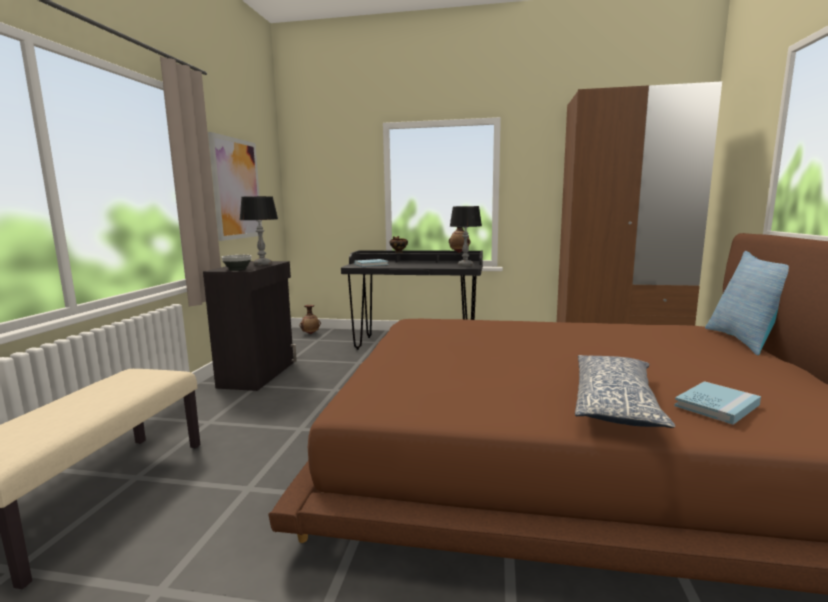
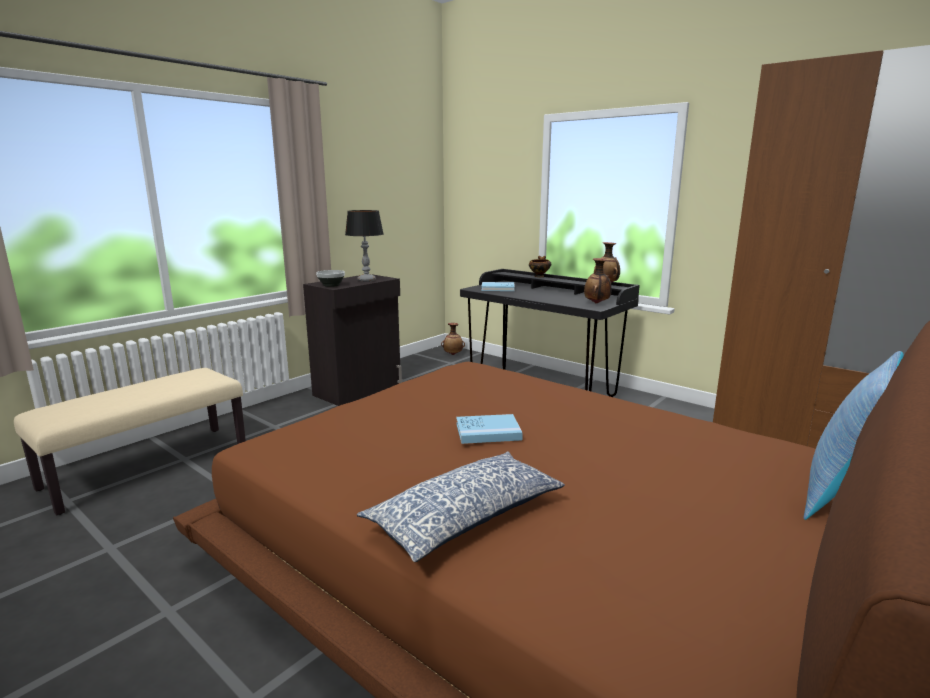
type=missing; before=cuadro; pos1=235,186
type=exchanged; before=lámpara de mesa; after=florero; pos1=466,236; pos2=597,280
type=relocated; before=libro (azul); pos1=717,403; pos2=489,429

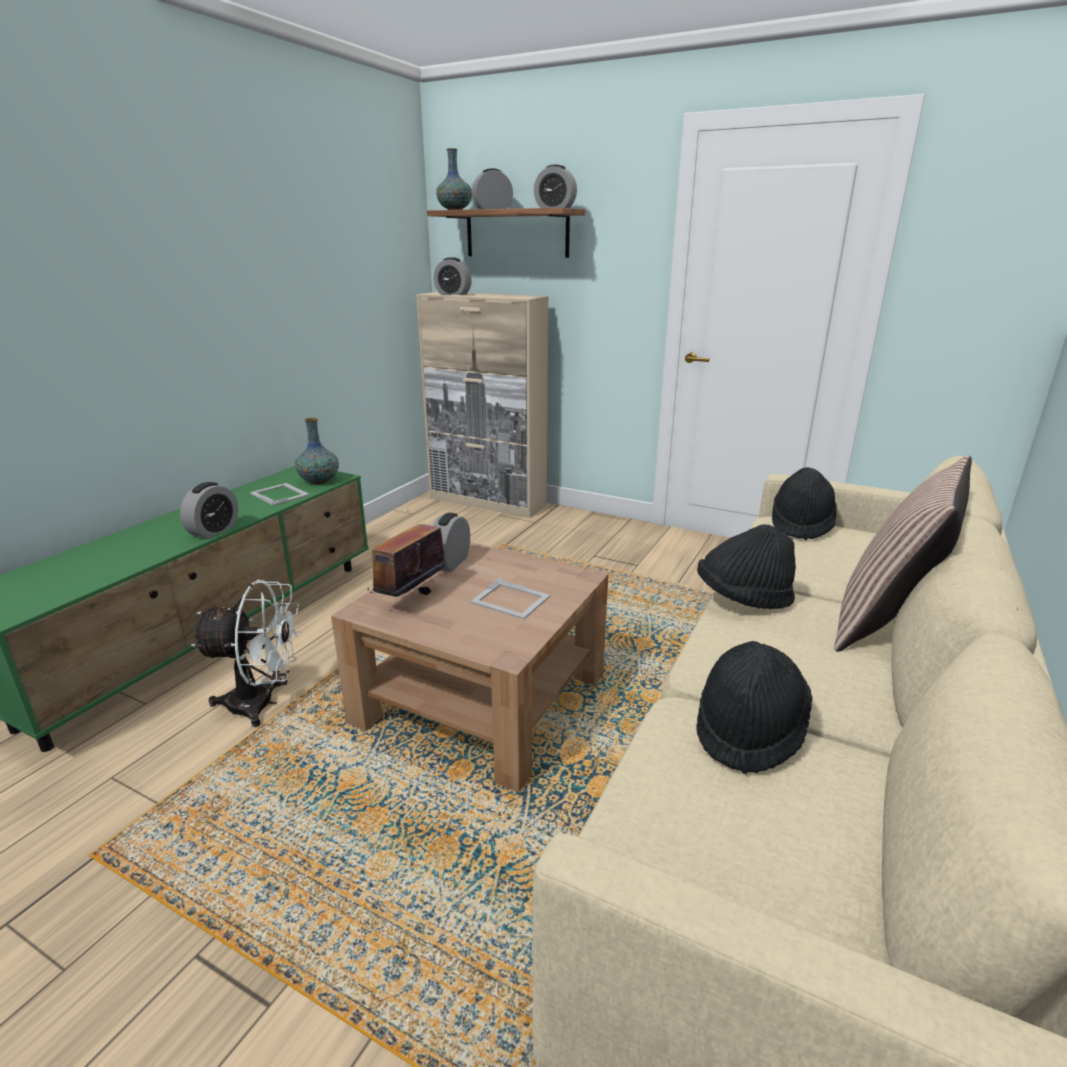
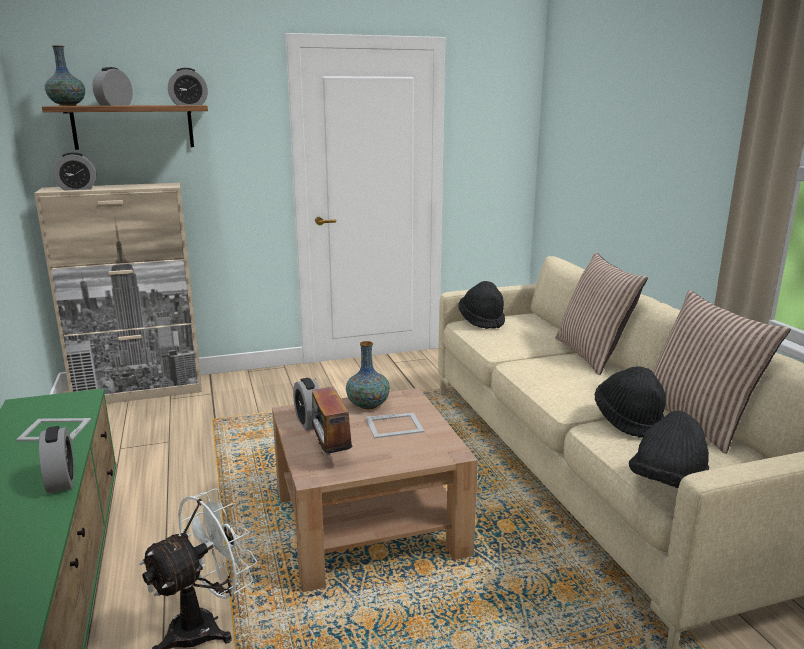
type=relocated; before=florero; pos1=317,451; pos2=368,375
type=relocated; before=sombrero (negro); pos1=746,566; pos2=669,449
type=appeared; after=cojín; pos2=722,372

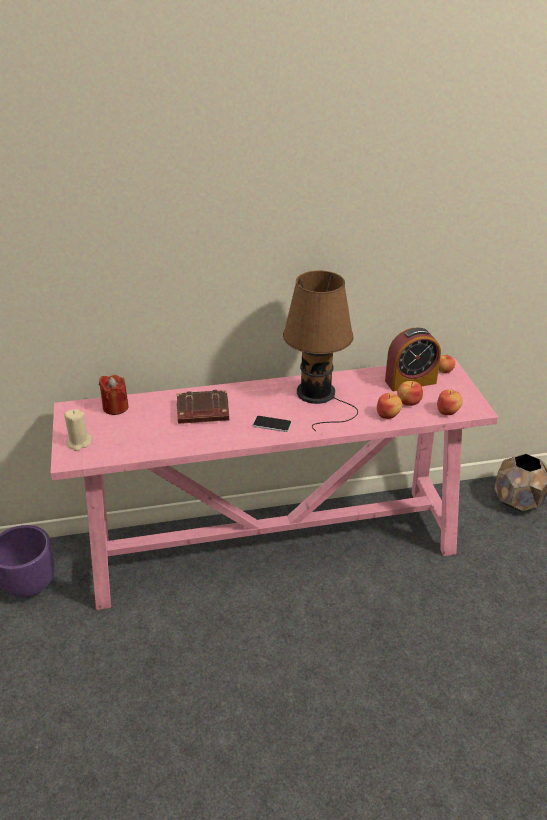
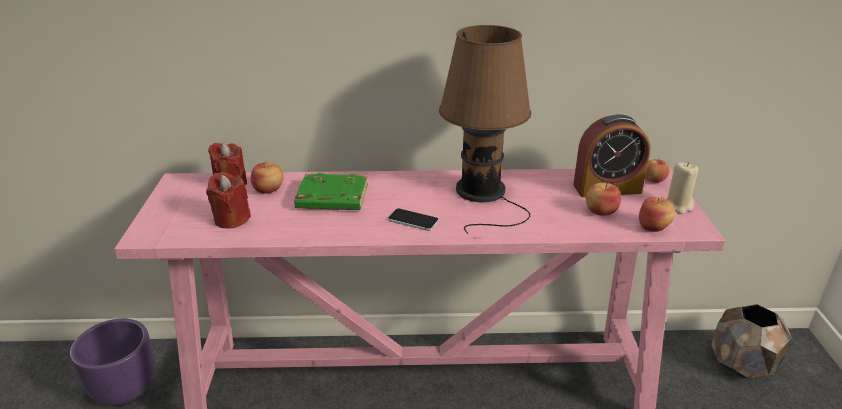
type=colour; before=libro (marrón); after=libro (verde); pos1=203,407; pos2=331,191
type=relocated; before=manzana; pos1=389,406; pos2=267,178
type=relocated; before=vela (beis); pos1=78,430; pos2=682,188
type=appeared; after=vela (rojo); pos2=228,200

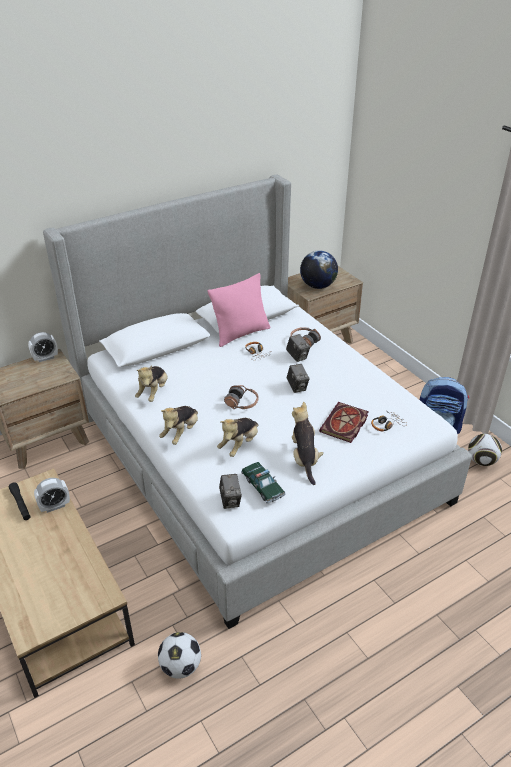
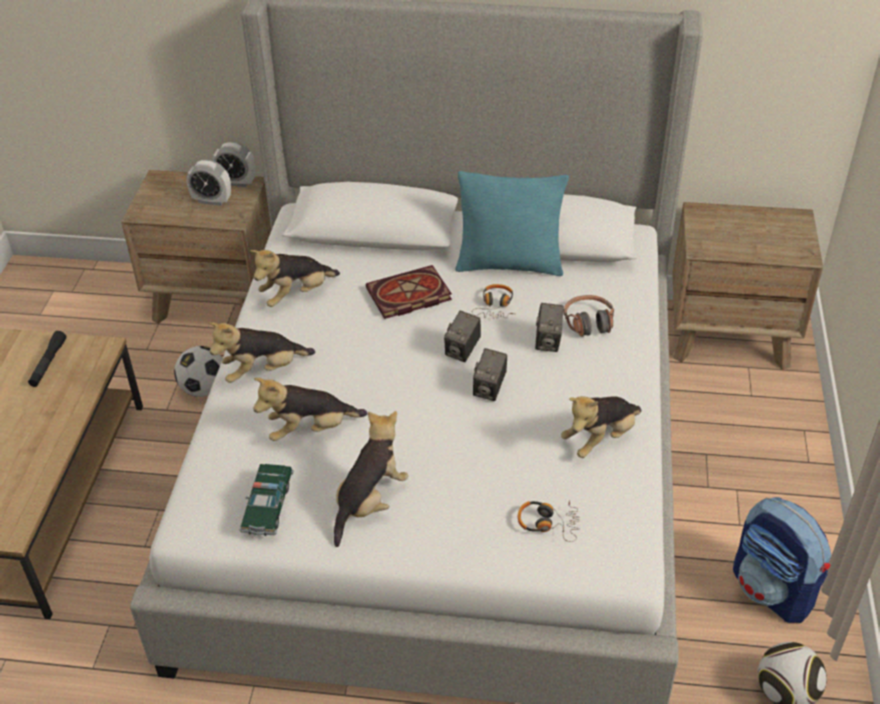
type=missing; before=globo terráqueo; pos1=319,269
type=colour; before=cojín (rosa); after=cojín (turquesa); pos1=239,310; pos2=512,223
type=missing; before=auriculares; pos1=241,397
type=relocated; before=libro; pos1=344,422; pos2=409,292
type=relocated; before=cámara; pos1=230,491; pos2=462,336
type=relocated; before=despertador; pos1=52,495; pos2=208,183
type=relocated; before=balón de fútbol; pos1=179,655; pos2=198,371
type=appeared; after=peluche; pos2=601,427

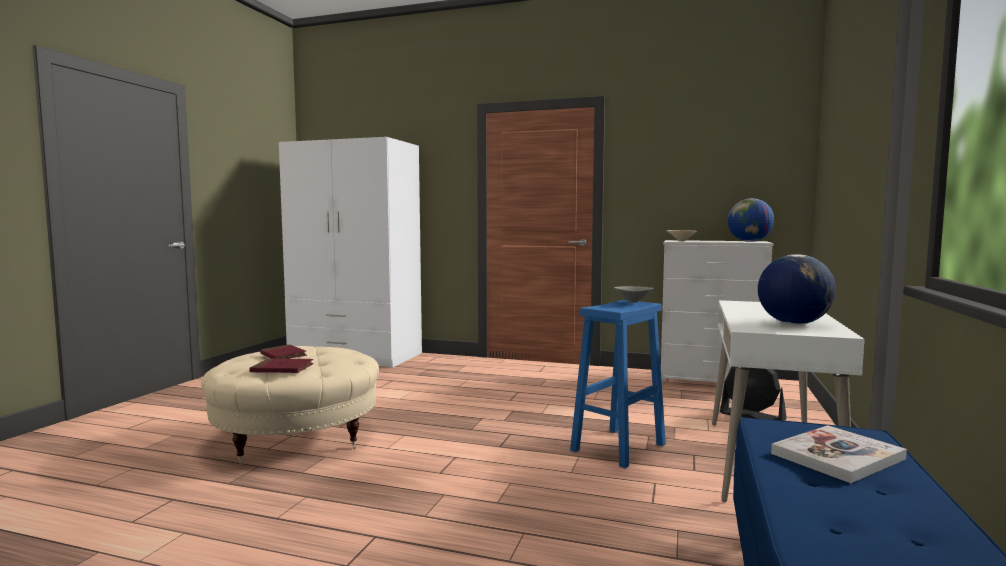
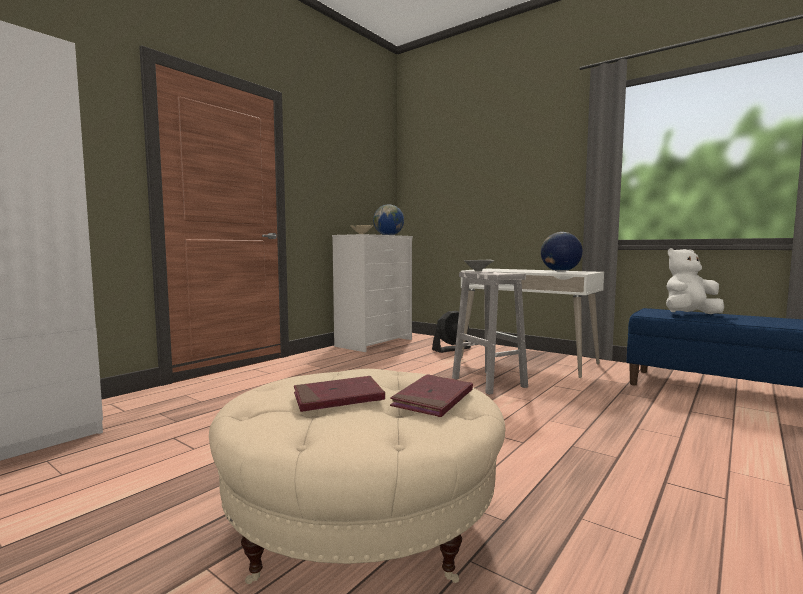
type=colour; before=taburete (azul); after=taburete (blanco); pos1=618,384; pos2=490,333
type=exchanged; before=libro; after=peluche (blanco); pos1=839,454; pos2=695,281

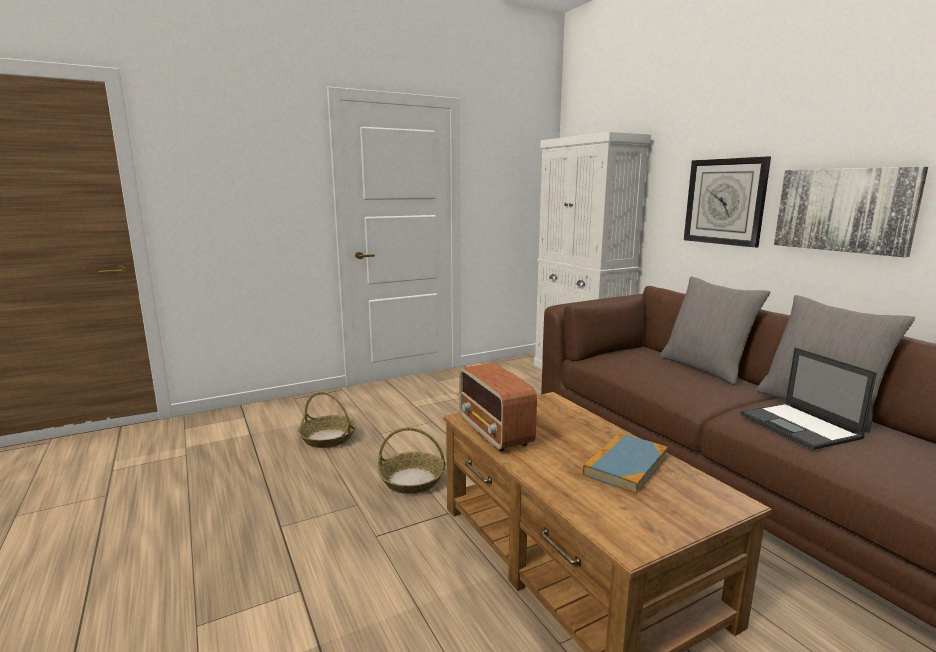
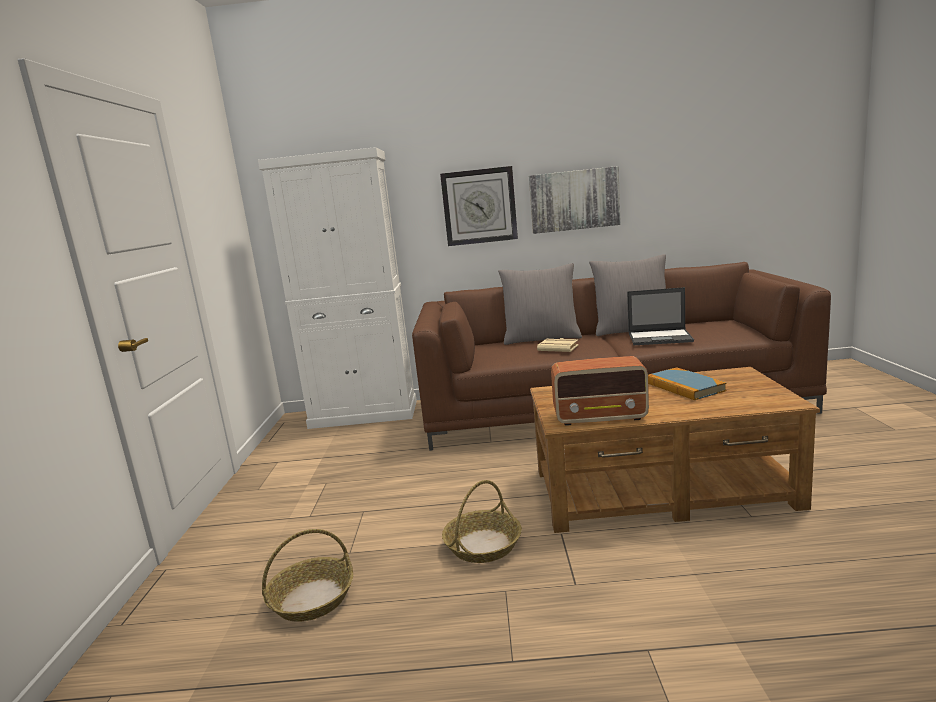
type=appeared; after=libro (beis); pos2=558,345

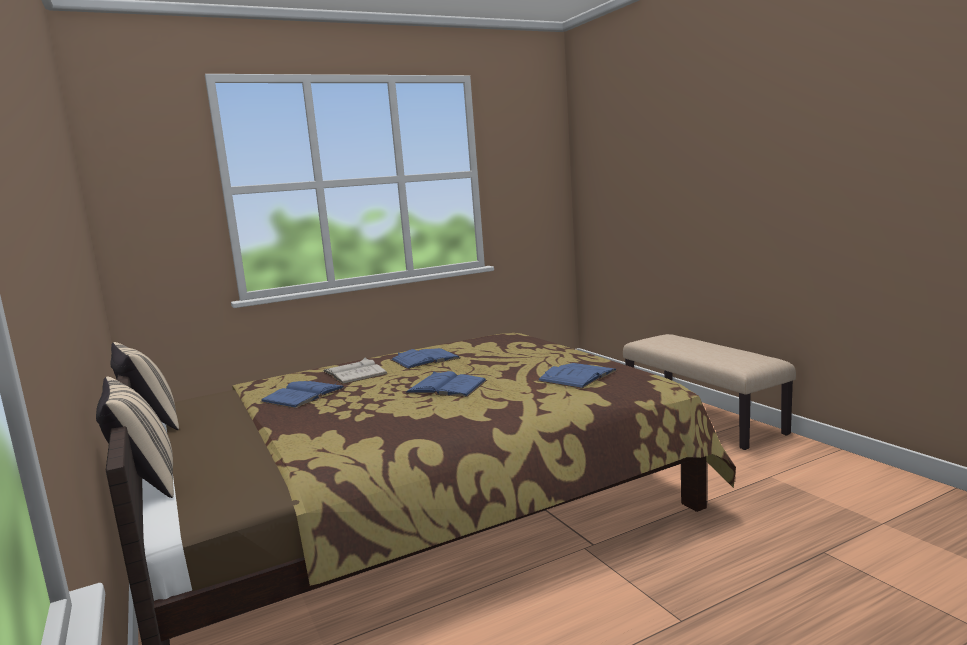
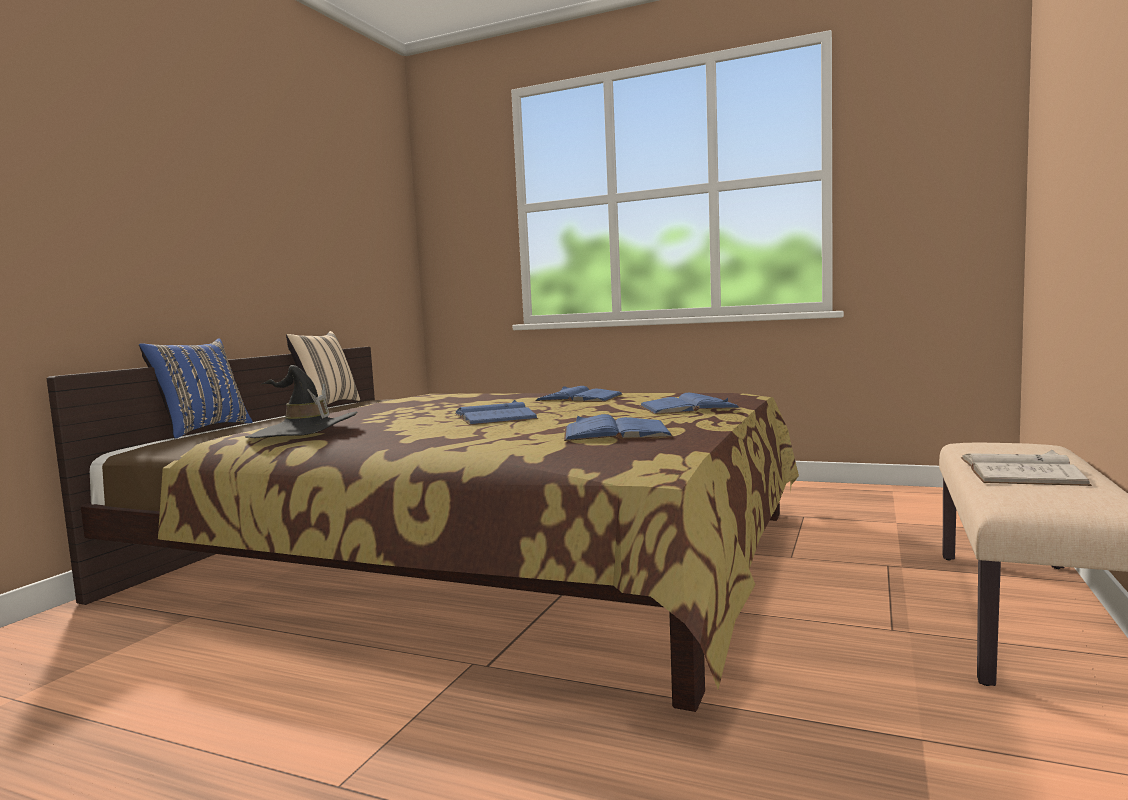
type=relocated; before=libro (blanco); pos1=355,371; pos2=1026,468
type=colour; before=cojín (beis); after=cojín (azul); pos1=135,437; pos2=195,389
type=relocated; before=libro (azul); pos1=303,395; pos2=690,403
type=appeared; after=sombrero (negro); pos2=301,401

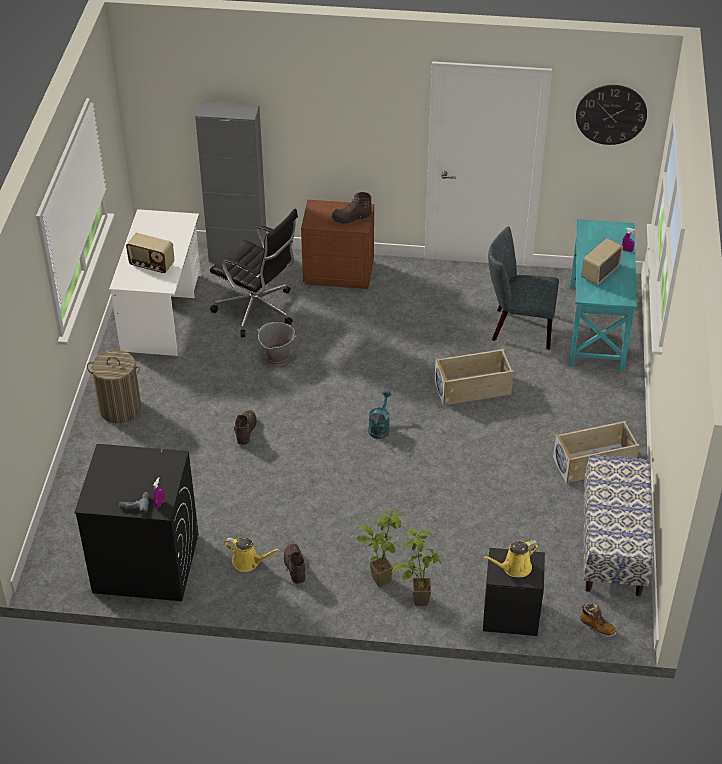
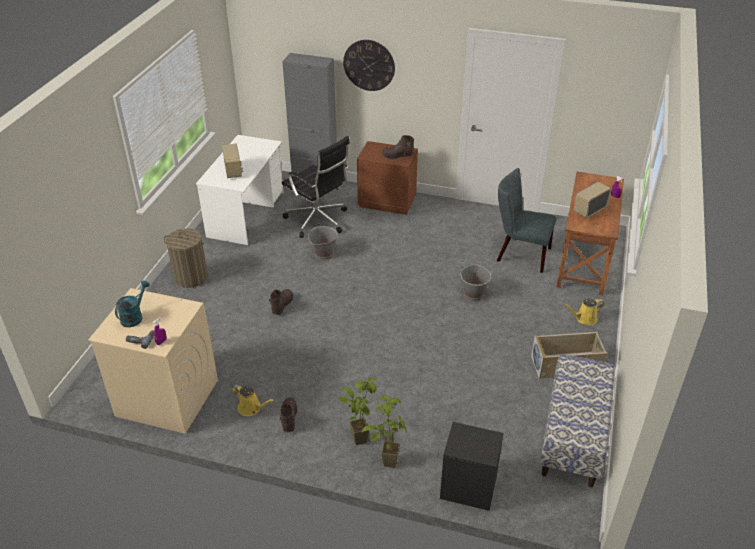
type=relocated; before=reloj de pared; pos1=611,115; pos2=369,65
type=colour; before=escritorio (turquesa); after=escritorio (marrón); pos1=602,295; pos2=590,233
type=spun; before=radio; pos1=150,253; pos2=232,160; turn=-135
type=exchanged; before=caja de almacenaje (beis); after=cubo (gris); pos1=474,378; pos2=476,283
type=relocated; before=regadera (turquesa); pos1=379,415; pos2=132,304
type=colour; before=lavadora (negro); after=lavadora (beis); pos1=136,522; pos2=153,361
type=relocated; before=regadera (amarillo); pos1=511,558; pos2=584,311
type=missing; before=bota; pos1=598,620

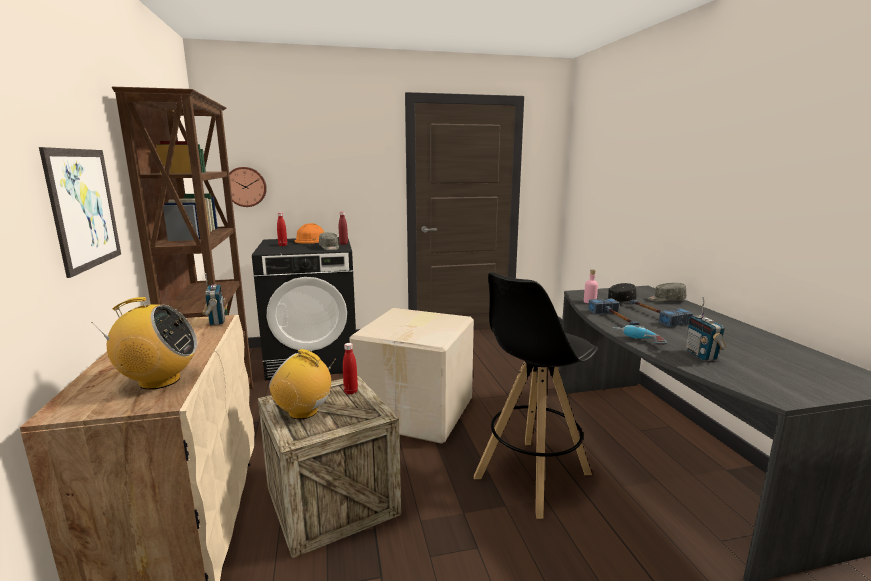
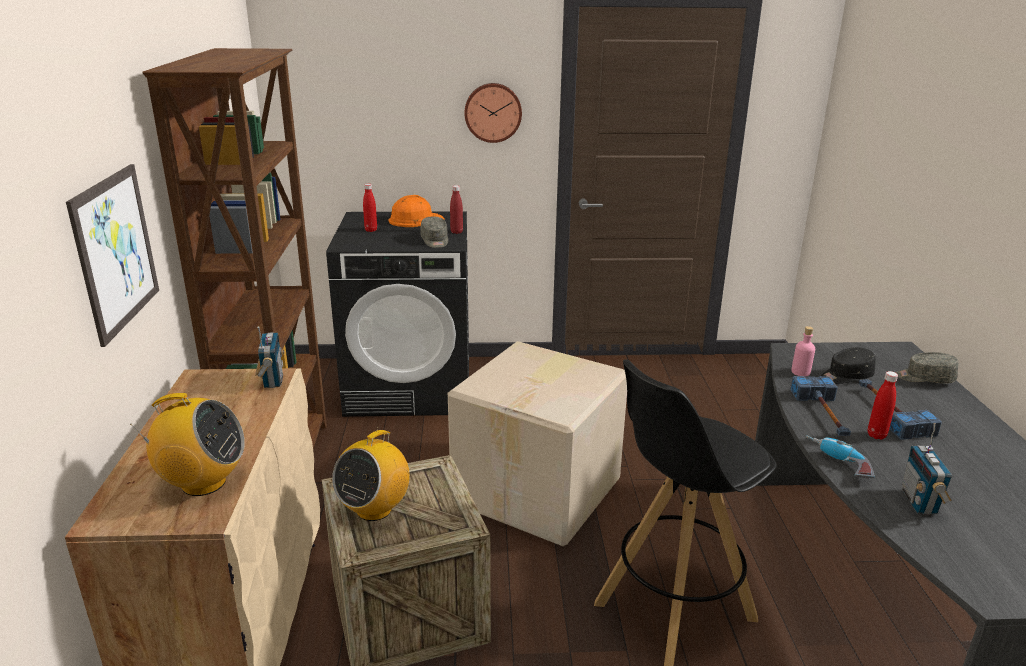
type=relocated; before=reloj de pared; pos1=248,187; pos2=493,113
type=relocated; before=botella (rojo); pos1=350,369; pos2=883,405
type=spun; before=radio; pos1=302,384; pos2=371,474; turn=-90

